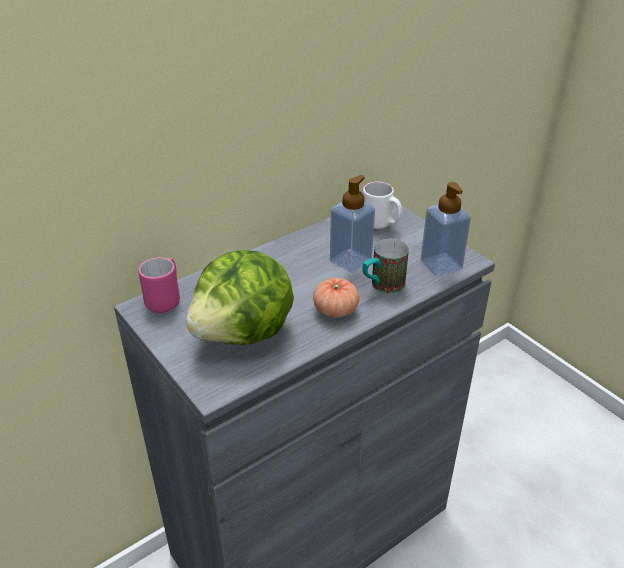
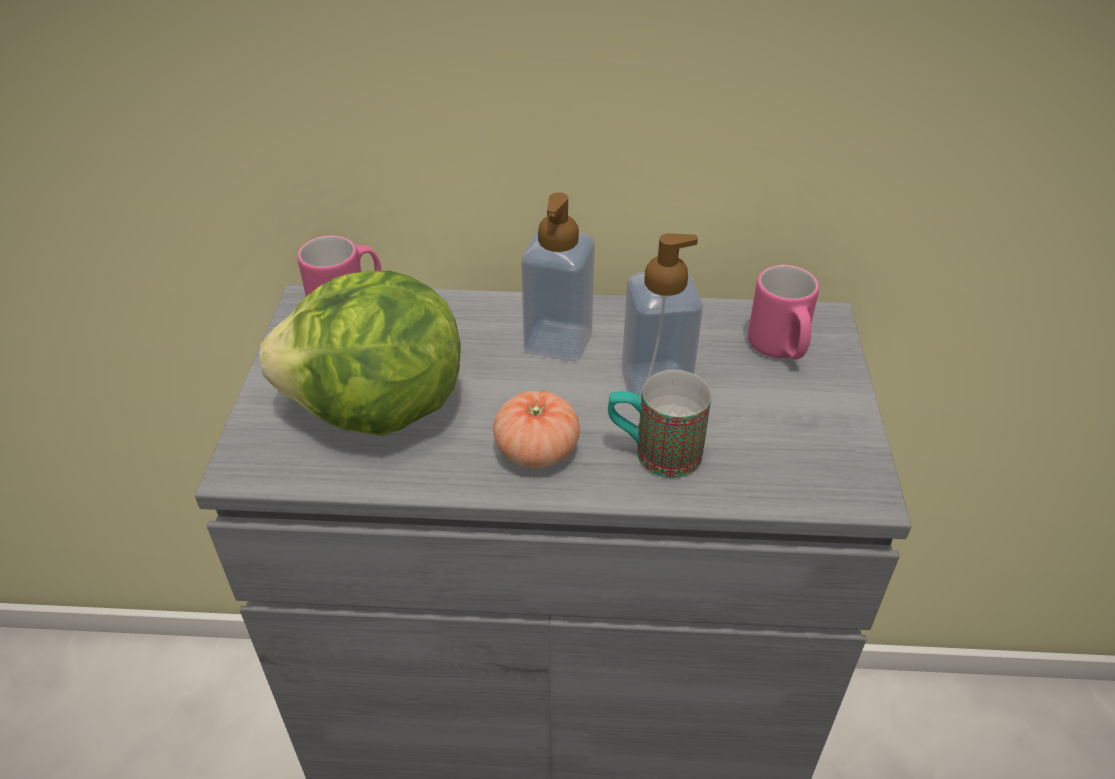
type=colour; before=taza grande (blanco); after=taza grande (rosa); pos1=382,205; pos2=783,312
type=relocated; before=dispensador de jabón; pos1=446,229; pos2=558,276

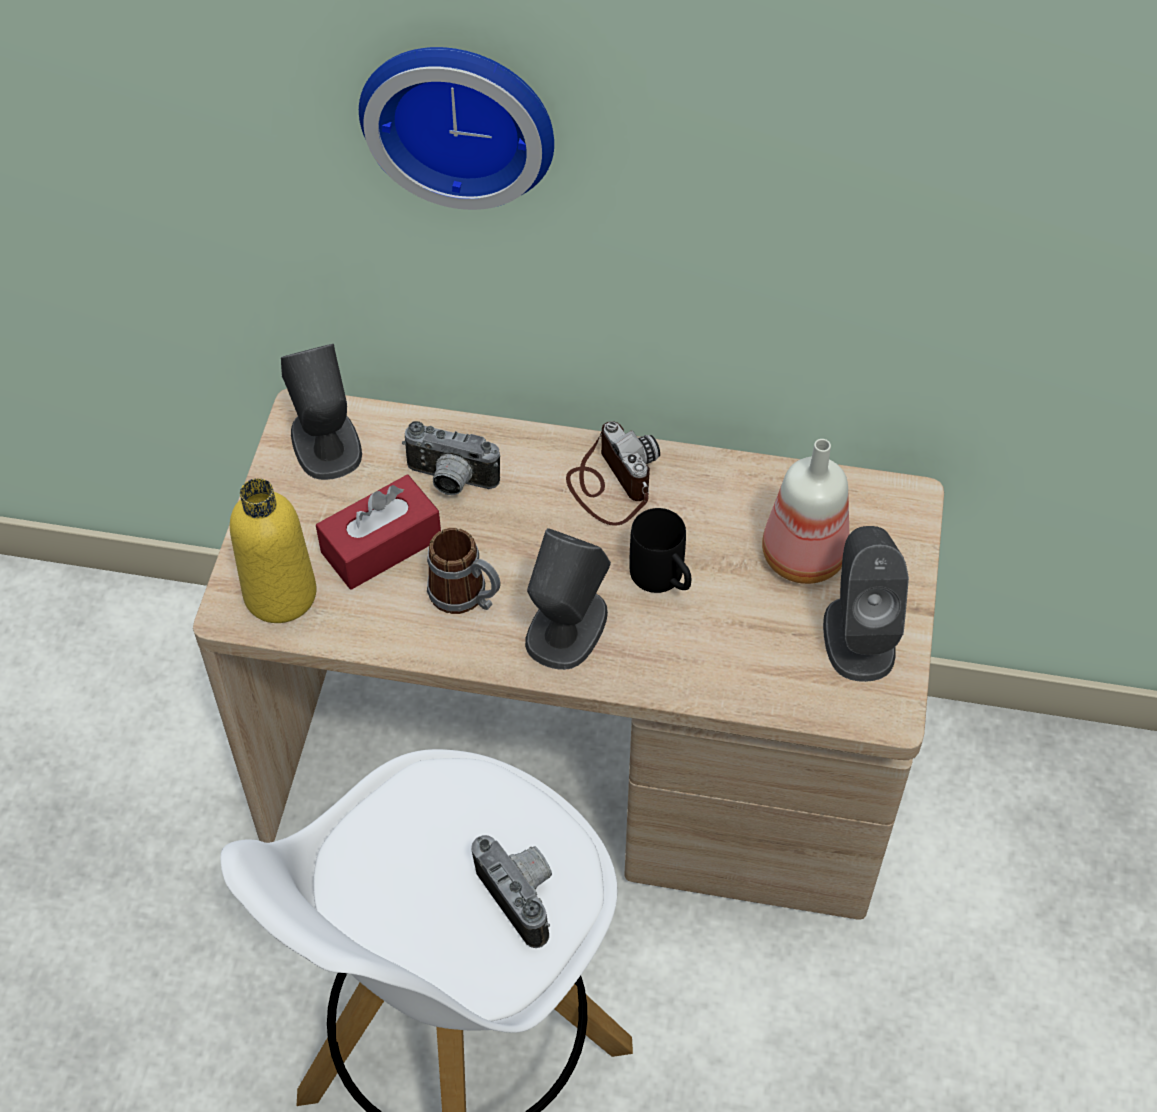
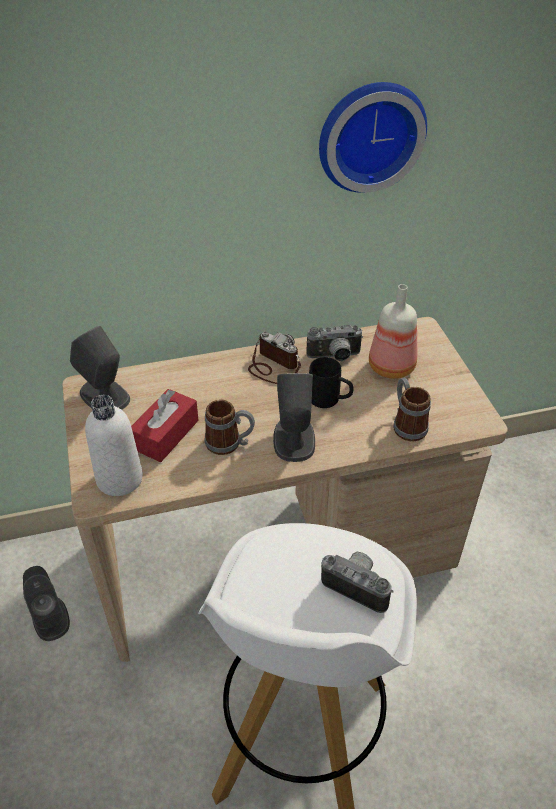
type=relocated; before=reloj de pared; pos1=456,128; pos2=373,137
type=relocated; before=cámara; pos1=451,458; pos2=334,343
type=colour; before=botella (amarillo); after=botella (blanco); pos1=273,550; pos2=114,445
type=relocated; before=altavoz (gris); pos1=866,604; pos2=46,603
type=appeared; after=taza grande; pos2=412,409

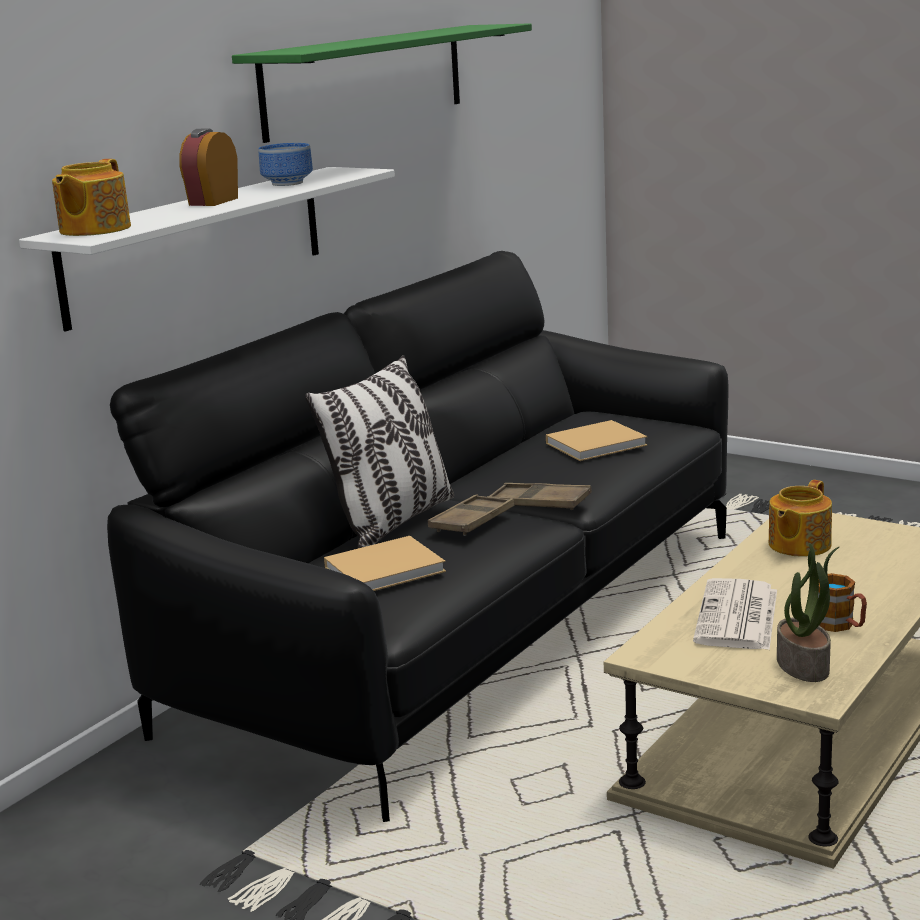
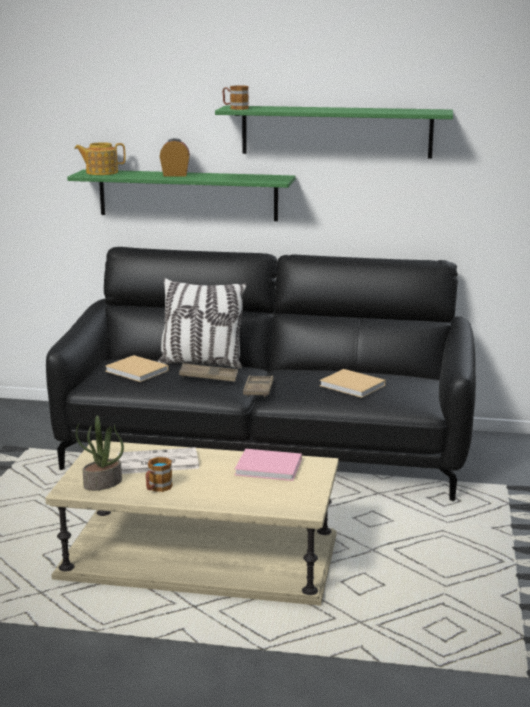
type=missing; before=cuenco; pos1=285,164
type=colour; before=estante (blanco); after=estante (verde); pos1=207,249; pos2=181,195
type=exchanged; before=tetera; after=libro (rosa); pos1=800,518; pos2=268,465
type=appeared; after=taza grande; pos2=235,98

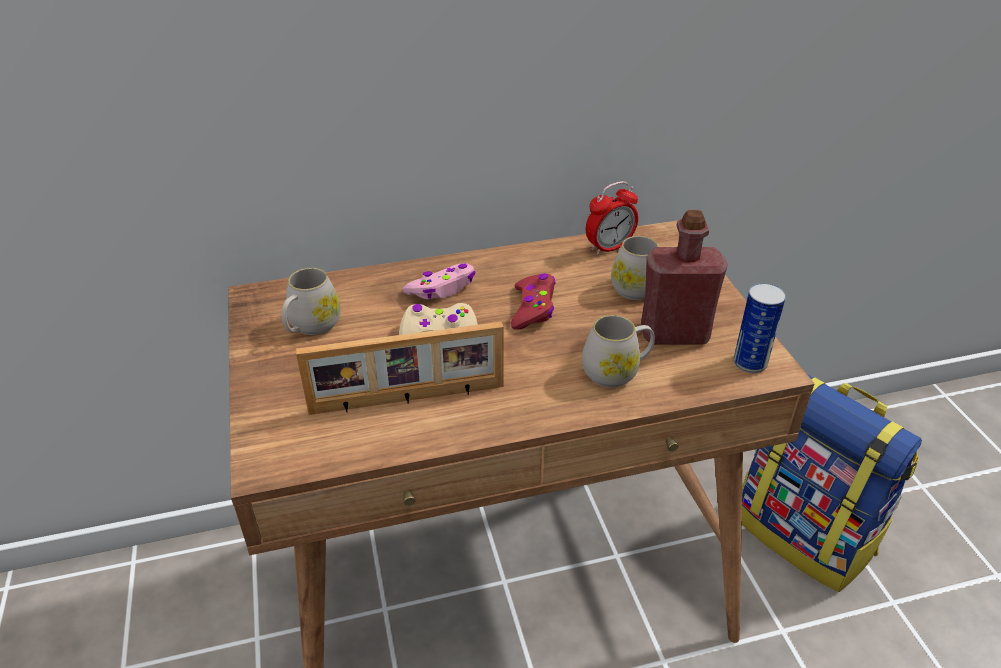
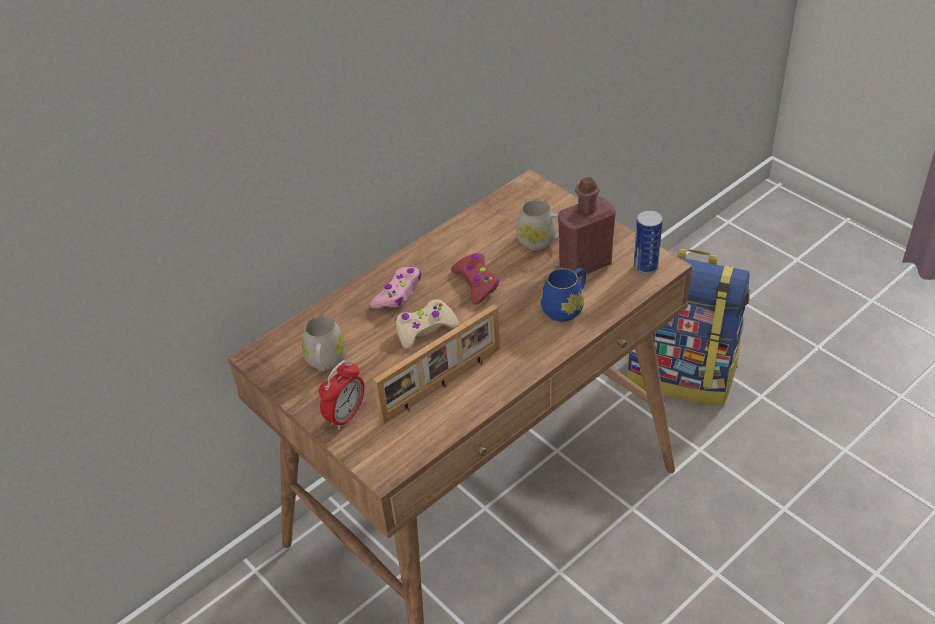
type=relocated; before=despertador; pos1=612,218; pos2=341,395
type=colour; before=taza grande (blanco); after=taza grande (azul); pos1=618,351; pos2=563,295

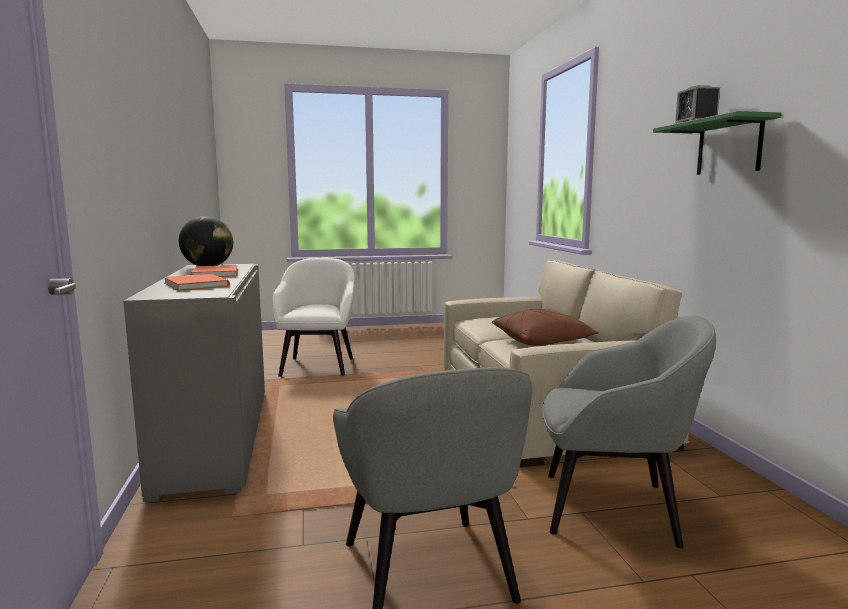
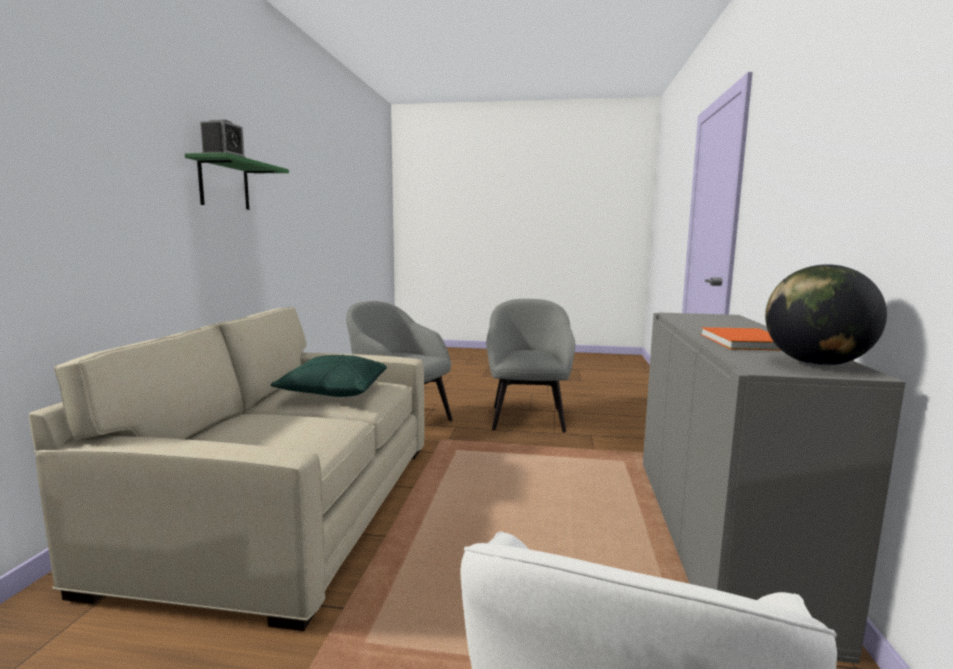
type=missing; before=libro (naranja); pos1=197,282
type=colour; before=cojín (marrón); after=cojín (verde); pos1=545,327; pos2=328,376

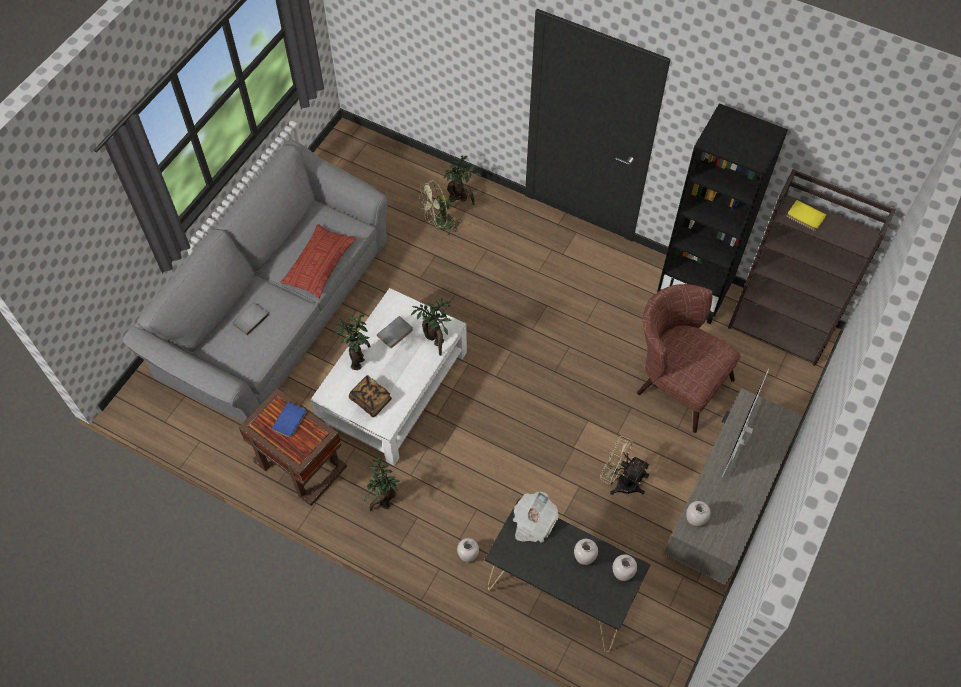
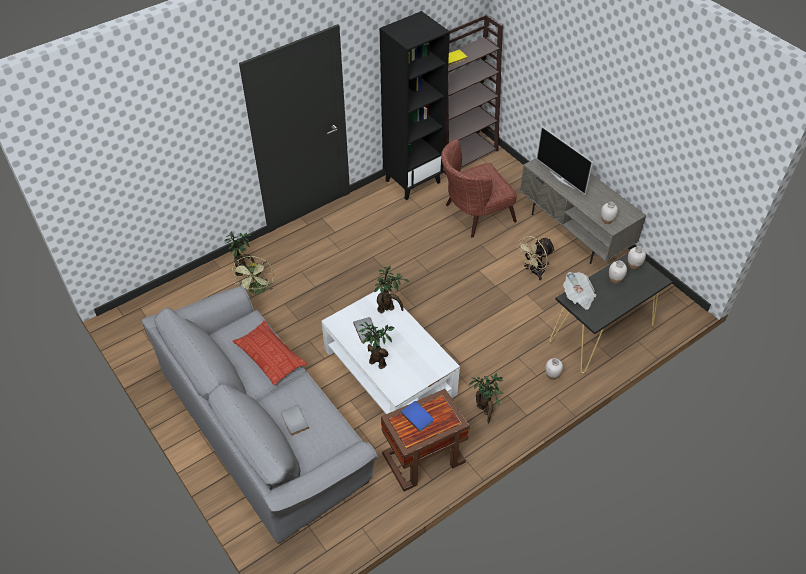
type=missing; before=libro; pos1=370,396

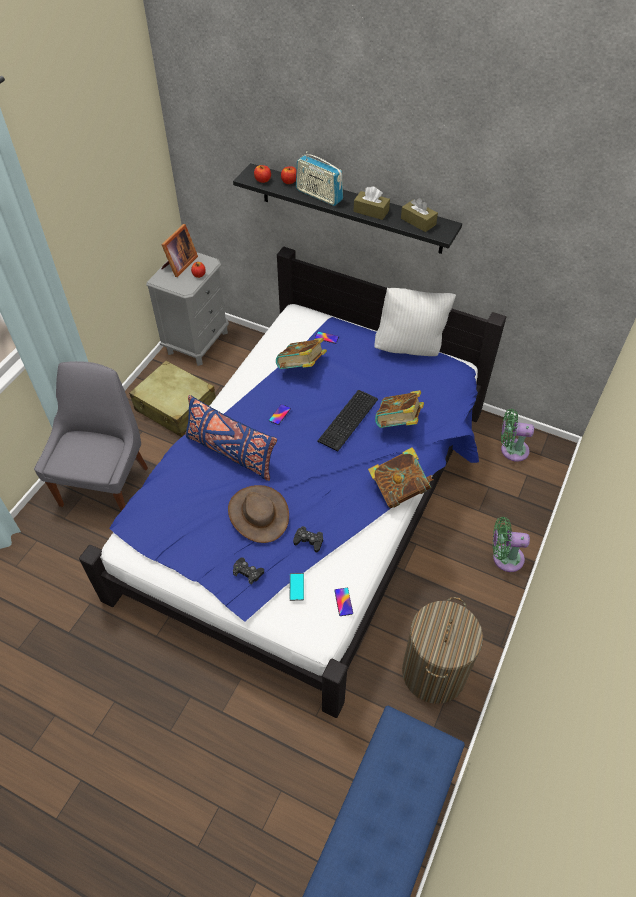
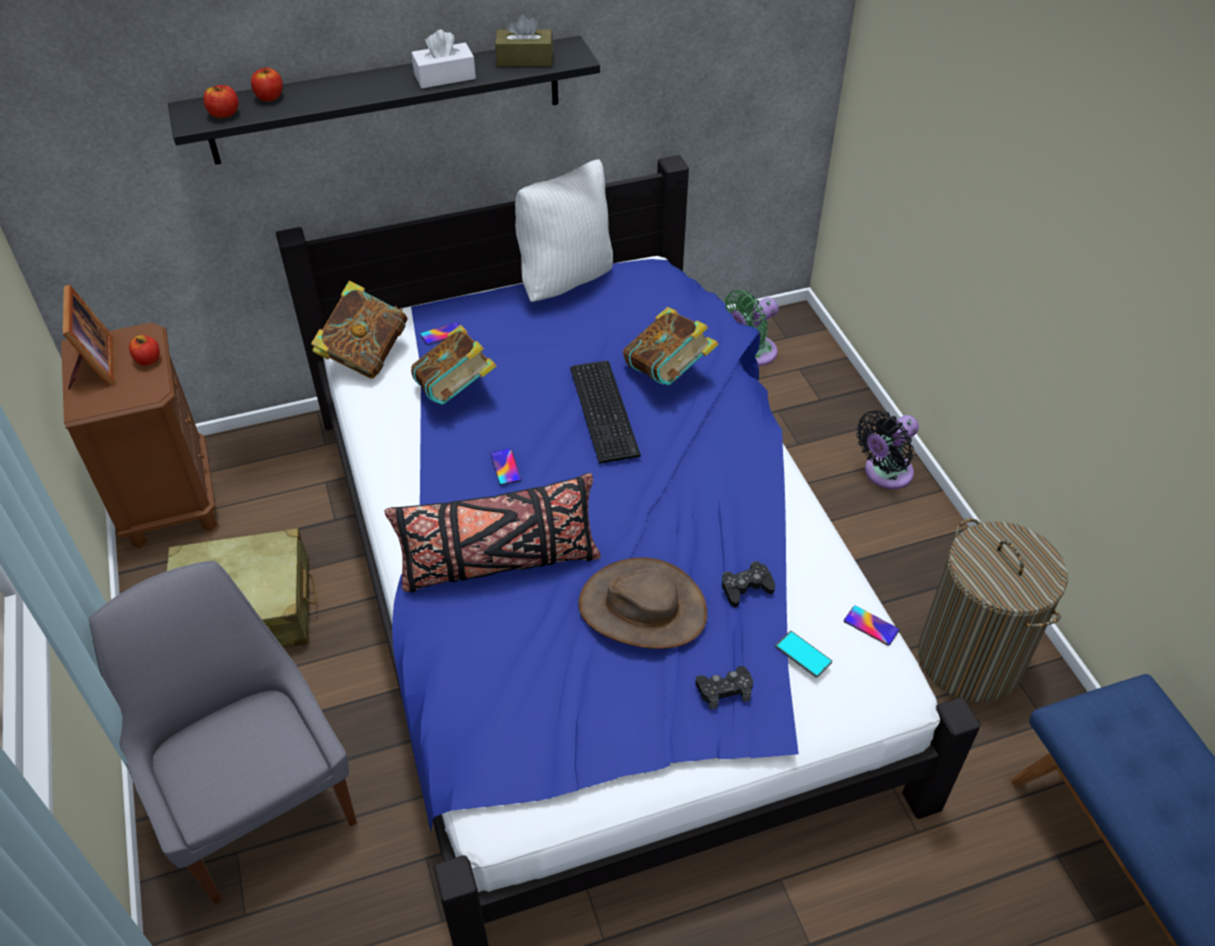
type=missing; before=radio; pos1=319,178
type=colour; before=caja de pañuelos (marrón); after=caja de pañuelos (blanco); pos1=372,203; pos2=443,58
type=colour; before=mesita de noche (gris); after=mesita de noche (marrón); pos1=187,309; pos2=139,436
type=colour; before=cojín (azul); after=cojín (negro); pos1=231,438; pos2=492,533
type=relocated; before=libro; pos1=400,477; pos2=359,329
type=colour; before=ventilador (verde); after=ventilador (negro); pos1=511,544; pos2=887,449

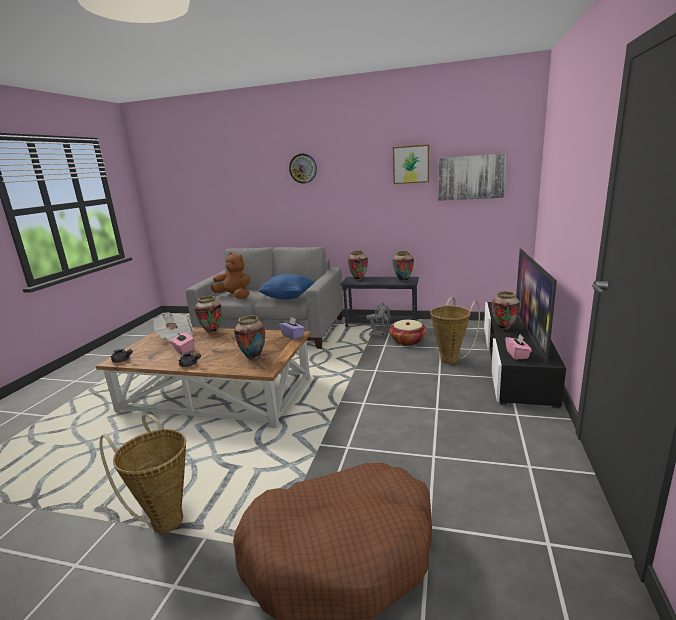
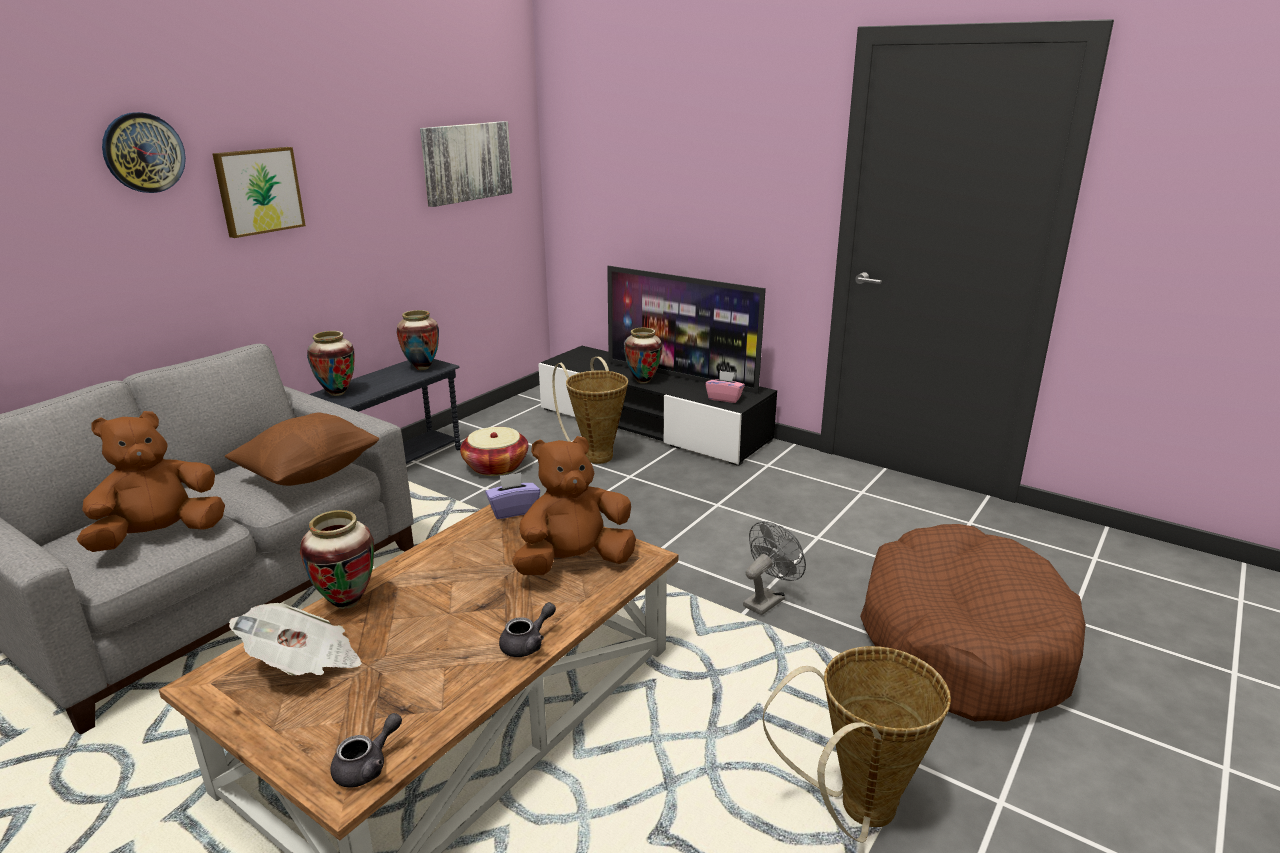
type=relocated; before=cuadro; pos1=411,164; pos2=259,192
type=colour; before=cojín (azul); after=cojín (marrón); pos1=286,286; pos2=302,449
type=relocated; before=ventilador (gris); pos1=378,319; pos2=774,568
type=exchanged; before=florero; after=peluche (marrón); pos1=249,337; pos2=574,505
type=missing; before=caja de pañuelos (rosa); pos1=183,342

